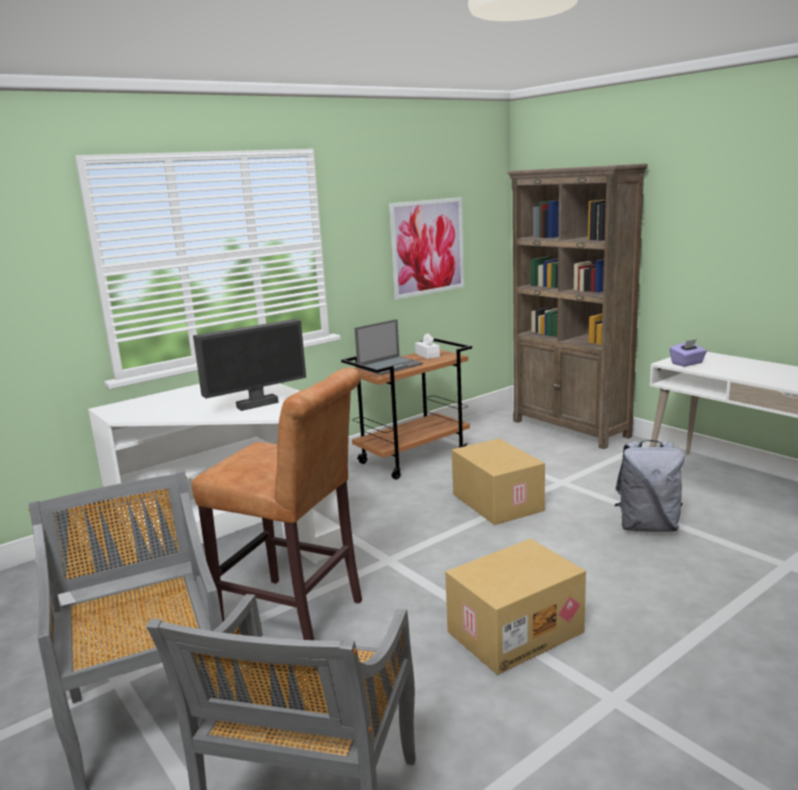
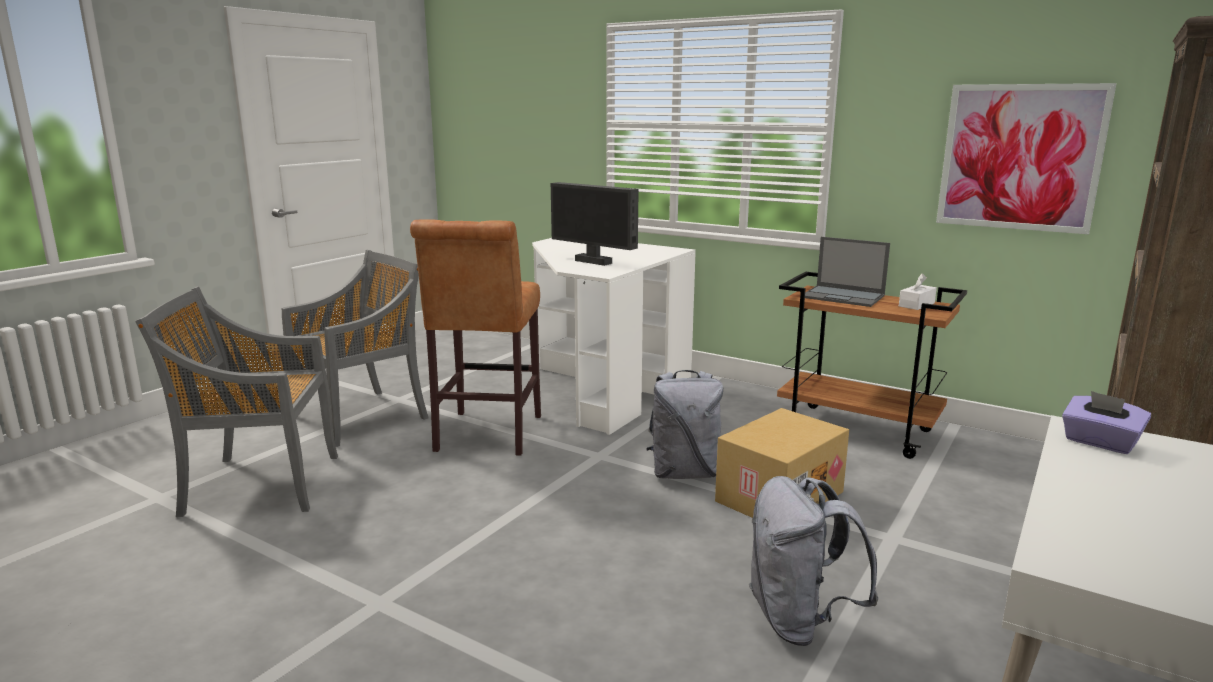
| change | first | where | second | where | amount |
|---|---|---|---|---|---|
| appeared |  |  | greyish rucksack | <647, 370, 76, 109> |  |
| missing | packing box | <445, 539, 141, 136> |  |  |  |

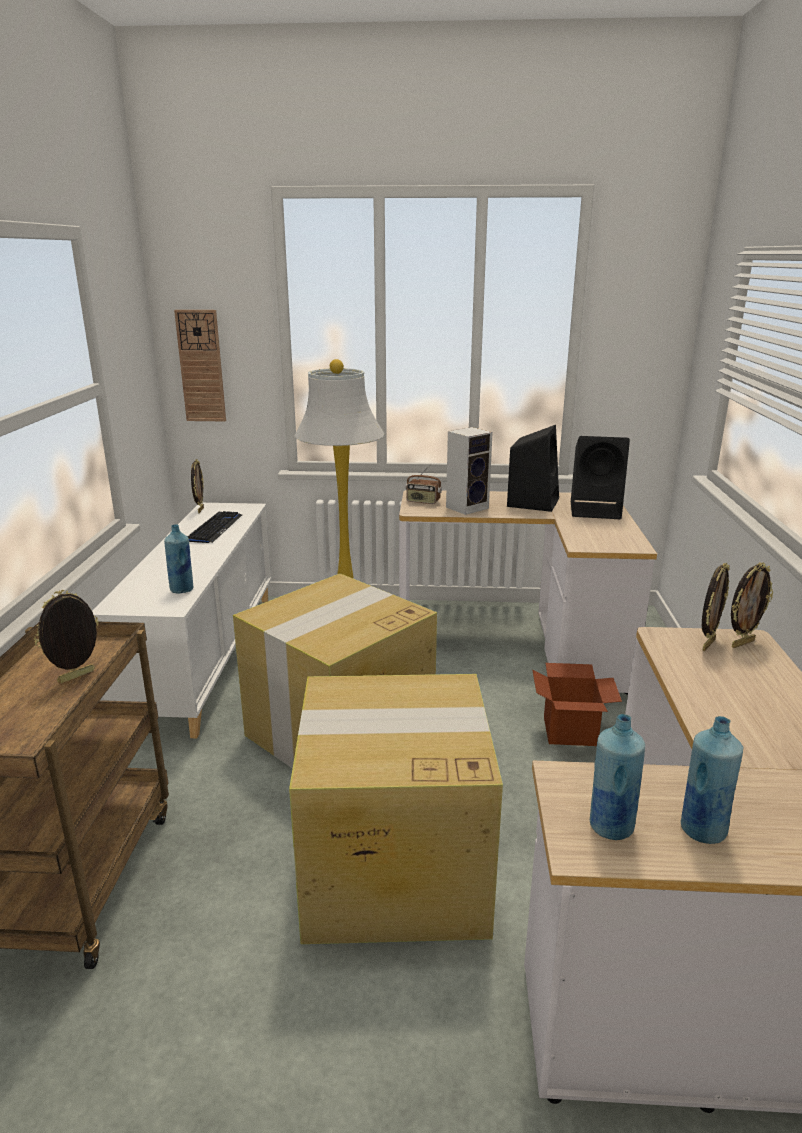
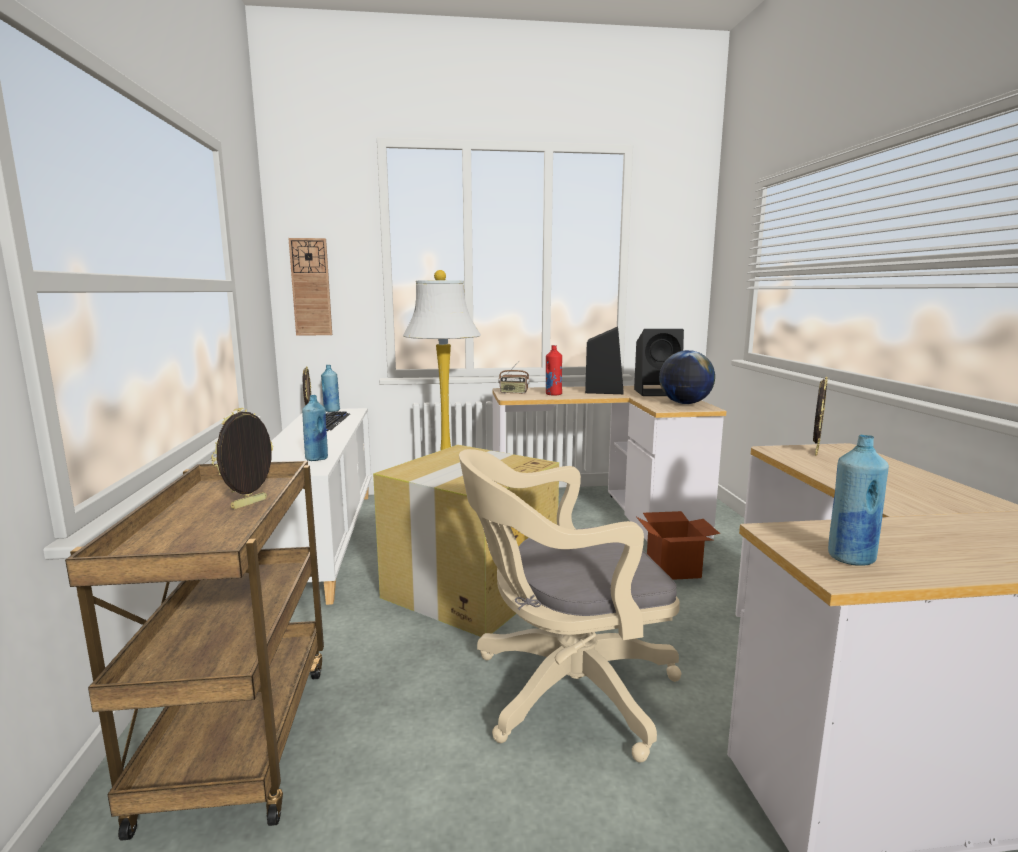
| change | first | where | second | where | amount |
|---|---|---|---|---|---|
| relocated | blue-coloured bottle | <681, 716, 62, 128> |  | <321, 365, 19, 47> |  |
| exchanged | packing box | <289, 674, 214, 270> | beige-coloured desk chair | <459, 449, 222, 313> |  |
| exchanged | loudspeaker | <446, 427, 47, 88> | reddish bottle | <546, 345, 16, 51> |  |
| appeared |  |  | globe | <659, 350, 56, 54> |  |
| missing | standing frame | <731, 562, 42, 86> |  |  |  |

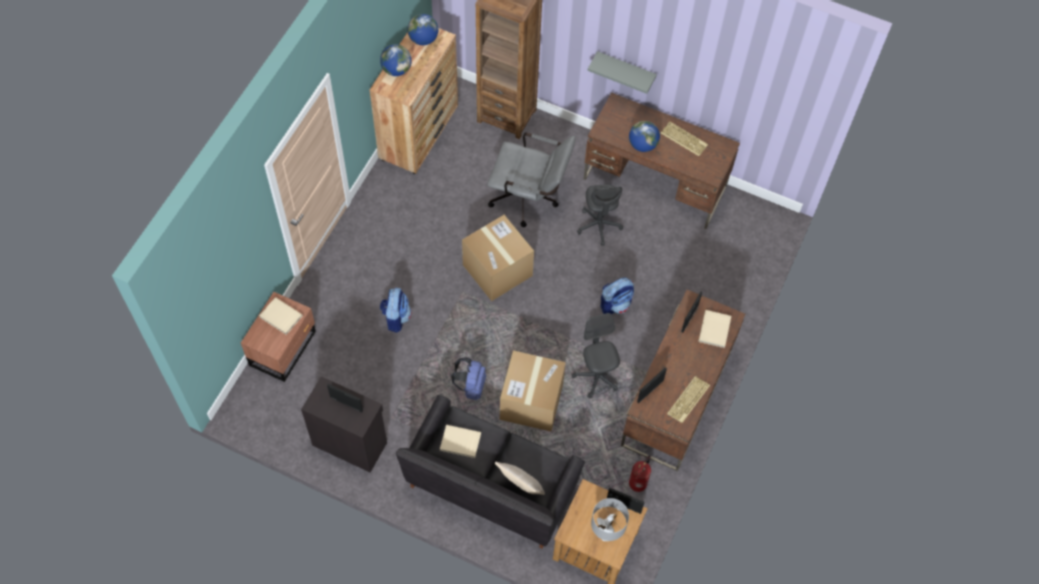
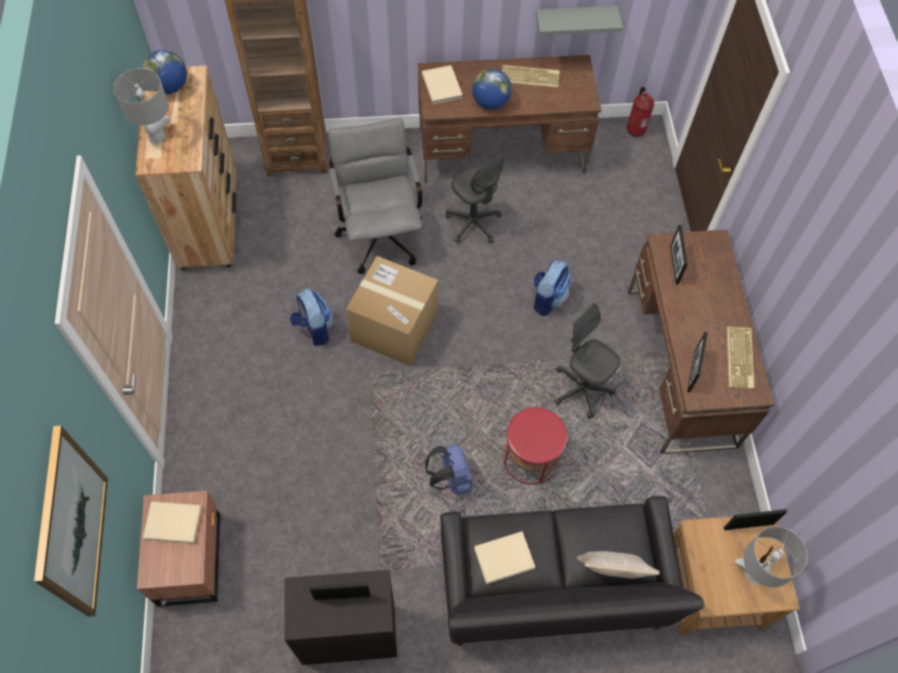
| change | first | where | second | where | amount |
|---|---|---|---|---|---|
| appeared |  |  | wall picture | <34, 426, 74, 191> |  |
| exchanged | globe | <380, 44, 32, 32> | greyish table lamp | <114, 68, 56, 76> |  |
| relocated | rucksack | <380, 288, 32, 45> |  | <290, 288, 44, 58> |  |
| spun | greyish desk chair | <487, 132, 89, 95> |  | <328, 118, 94, 156> | 90 degrees counterclockwise |
| relocated | beige-coloured book | <699, 310, 32, 38> |  | <422, 65, 41, 39> |  |
| exchanged | packing box | <500, 350, 66, 82> | reddish accent table | <503, 407, 64, 78> |  |
| relocated | greyish shelf | <588, 51, 69, 43> |  | <535, 6, 88, 29> |  |
| relocated | fire-fighting cylinder | <629, 455, 22, 37> |  | <627, 87, 27, 50> |  |

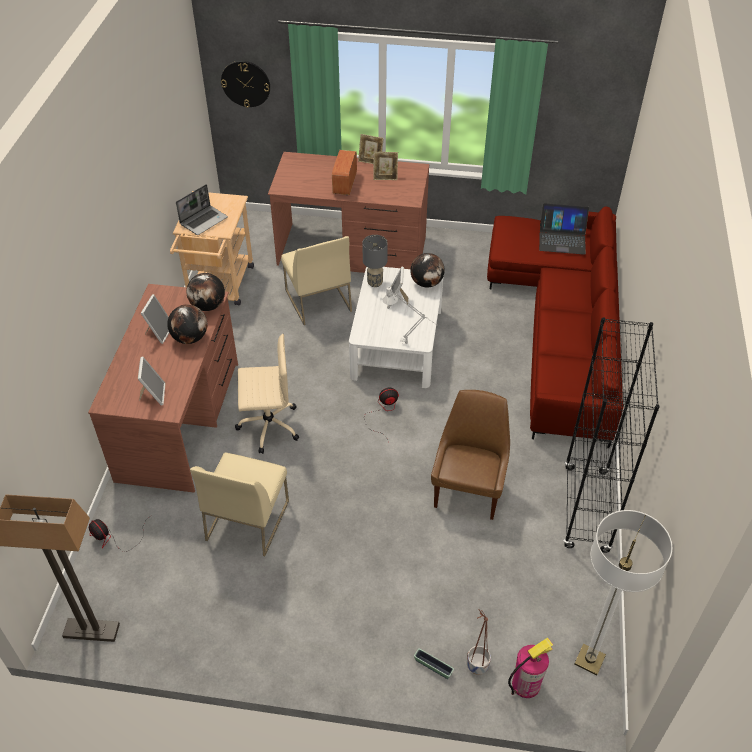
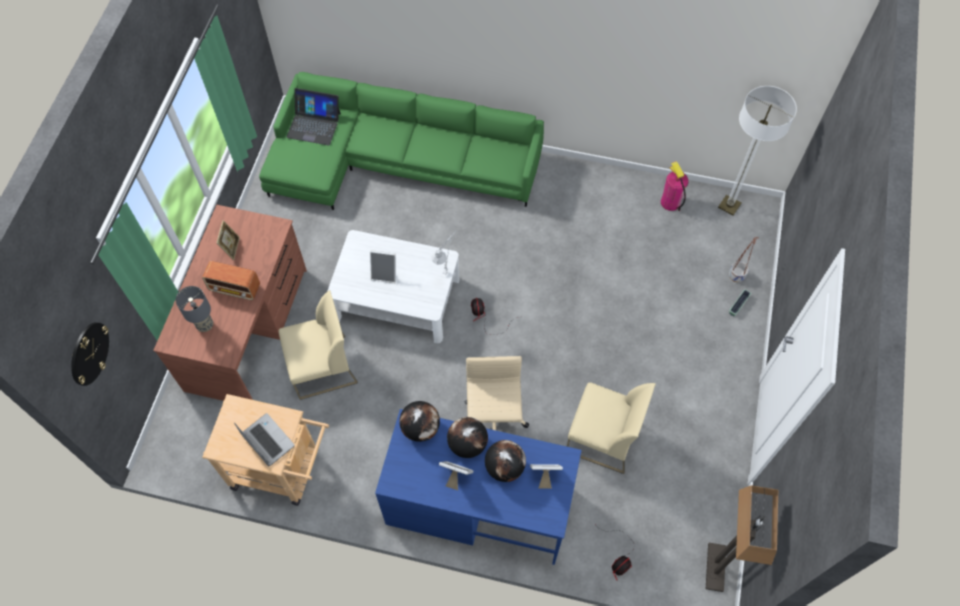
| change | first | where | second | where | amount |
|---|---|---|---|---|---|
| relocated | greyish table lamp | <363, 235, 25, 52> |  | <176, 286, 37, 46> |  |
| colour | reddish sofa | <487, 207, 136, 241> | green-coloured sofa | <259, 72, 285, 138> |  |
| spun | laptop | <539, 203, 50, 52> |  | <286, 88, 55, 57> | 90 degrees clockwise |
| colour | brownish desk table | <88, 284, 150, 209> | blue-coloured desk table | <375, 409, 207, 156> |  |
| relocated | globe | <410, 253, 35, 34> |  | <485, 440, 41, 42> |  |
| relocated | fire-fighting cylinder | <508, 638, 45, 60> |  | <661, 161, 28, 50> |  |
| missing | standing frame | <358, 134, 26, 30> |  |  |  |
| missing | brownish chair | <431, 390, 79, 130> |  |  |  |
| missing | black shelving unit | <564, 317, 96, 236> |  |  |  |

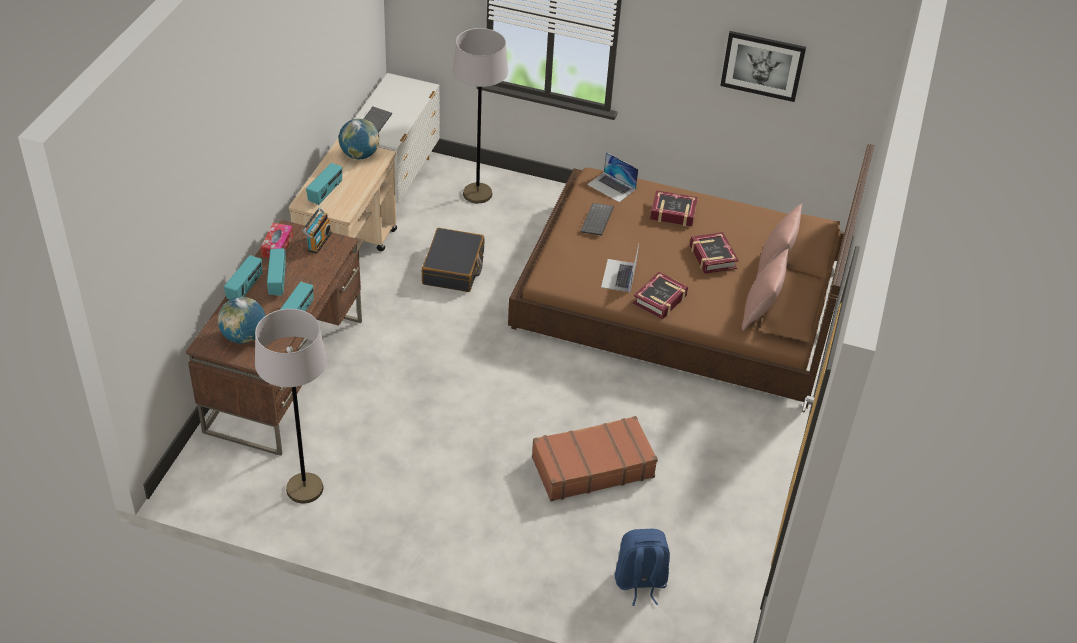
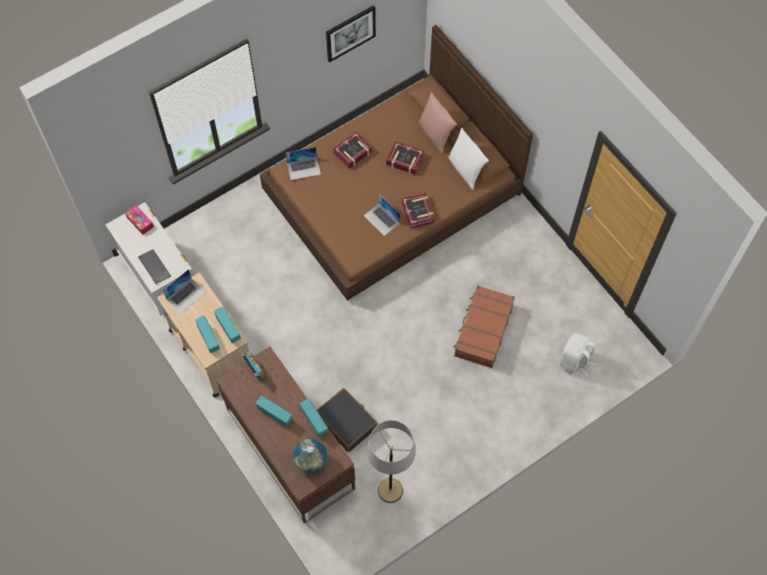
| change | first | where | second | where | amount |
|---|---|---|---|---|---|
| relocated | tissue box | <261, 223, 32, 35> |  | <125, 205, 29, 30> |  |
| exchanged | globe | <339, 119, 40, 40> | laptop | <163, 269, 43, 44> |  |
| relocated | radio receiver | <224, 255, 38, 45> |  | <214, 306, 27, 37> |  |
| relocated | black suitcase | <422, 228, 63, 64> |  | <317, 388, 61, 64> |  |
| colour | pink-coloured pillow | <742, 248, 47, 83> | white pillow | <448, 128, 41, 62> |  |
| colour | blue-coloured rucksack | <615, 529, 55, 77> | white rucksack | <560, 332, 36, 44> |  |
| missing | greyish floor lamp | <452, 28, 56, 176> |  |  |  |
| missing | keyboard | <580, 203, 34, 32> |  |  |  |

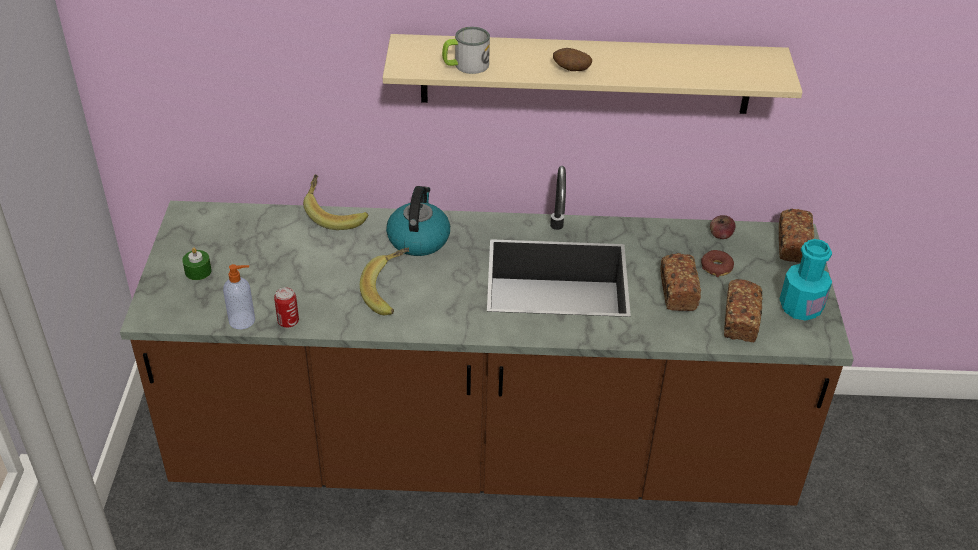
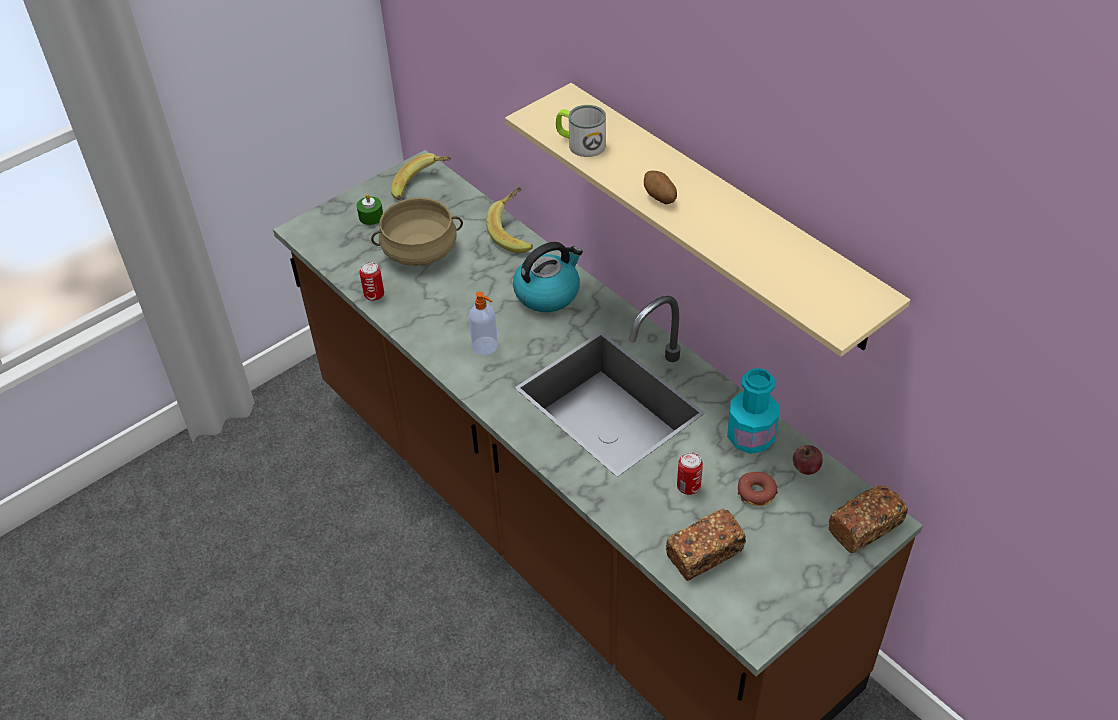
| change | first | where | second | where | amount |
|---|---|---|---|---|---|
| appeared |  |  | beige-coloured stockpot | <371, 197, 92, 69> |  |
| relocated | banana fruit | <360, 248, 50, 67> |  | <391, 153, 60, 47> |  |
| relocated | soap bottle | <223, 264, 32, 65> |  | <469, 291, 29, 64> |  |
| exchanged | bakery bread | <660, 253, 41, 58> | can | <677, 452, 26, 43> |  |
| relocated | turquoise-coloured bottle | <779, 239, 53, 82> |  | <727, 368, 52, 86> |  |

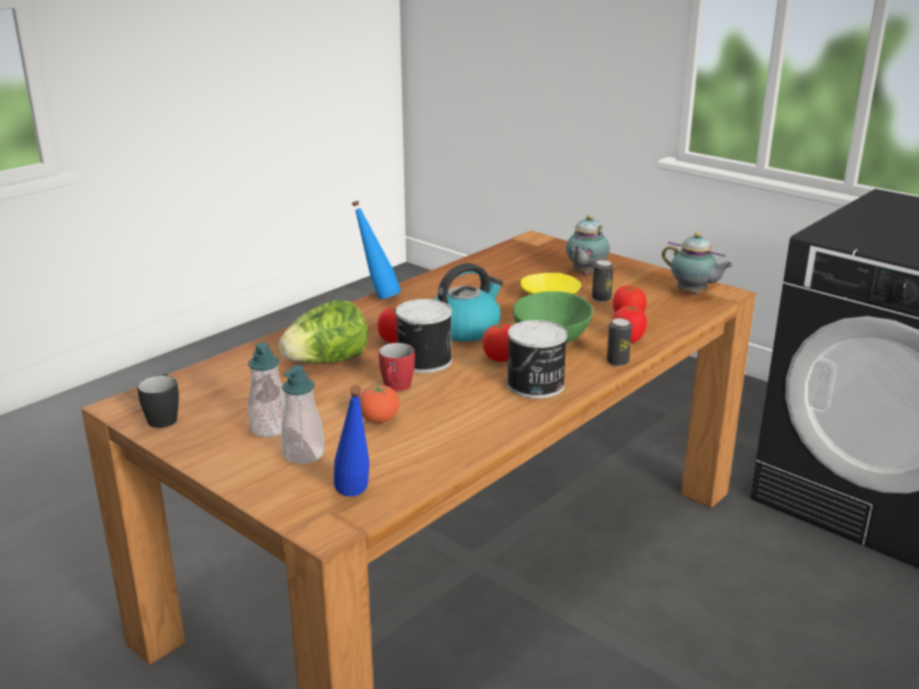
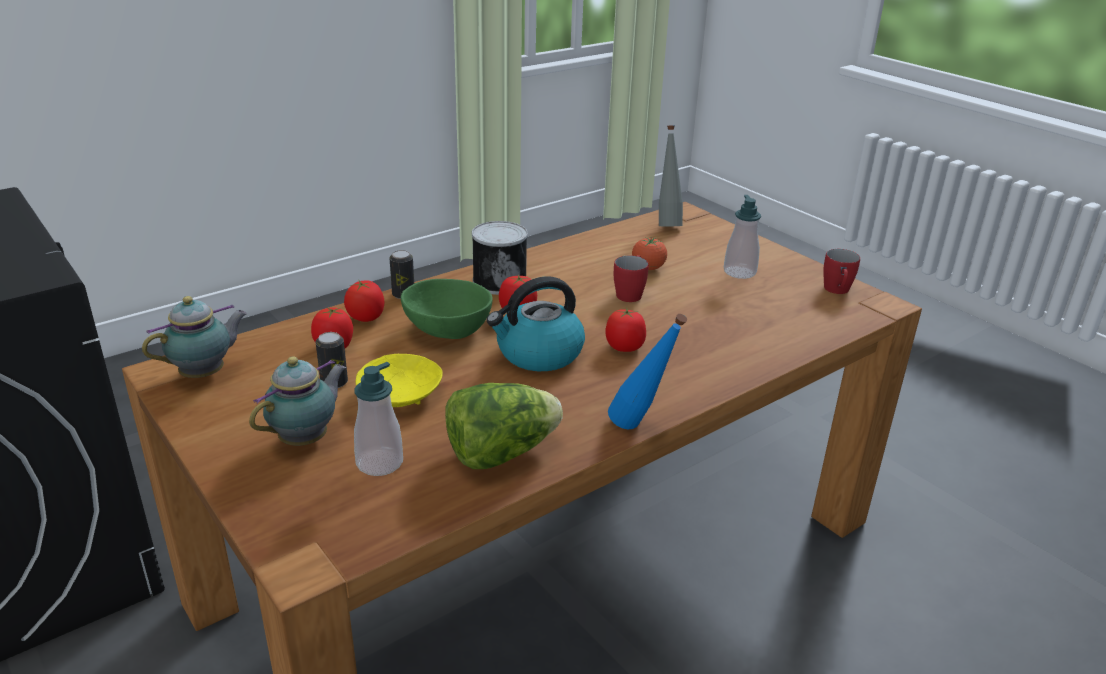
| change | first | where | second | where | amount |
|---|---|---|---|---|---|
| spun | tea pot | <662, 232, 71, 62> |  | <142, 296, 105, 82> | 90 degrees clockwise |
| relocated | soap bottle | <281, 365, 44, 99> |  | <354, 362, 49, 114> |  |
| relocated | lettuce | <279, 299, 89, 64> |  | <445, 383, 118, 86> |  |
| colour | blue-coloured bottle | <334, 385, 35, 111> | greyish bottle | <659, 125, 24, 101> |  |
| colour | black coffee mug | <138, 374, 41, 54> | reddish coffee mug | <823, 249, 37, 45> |  |
| missing | can | <396, 299, 56, 74> |  |  |  |

